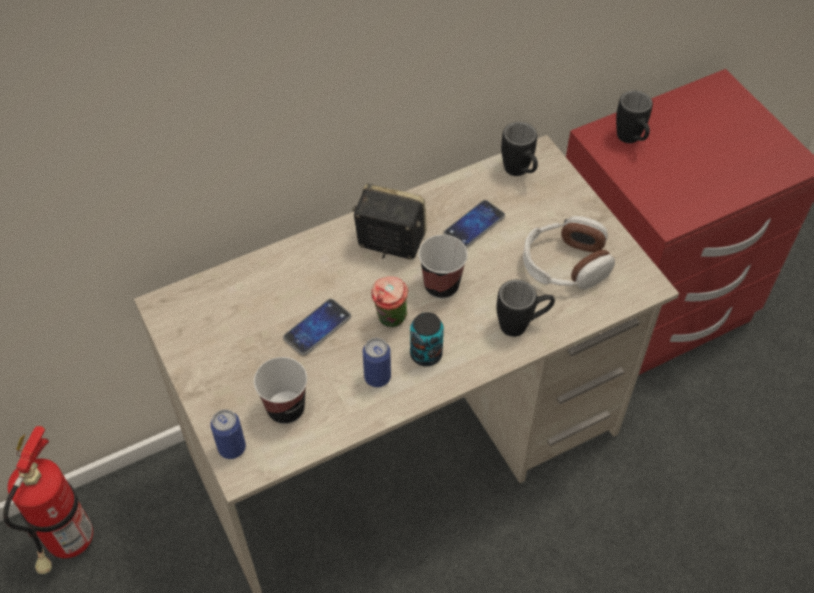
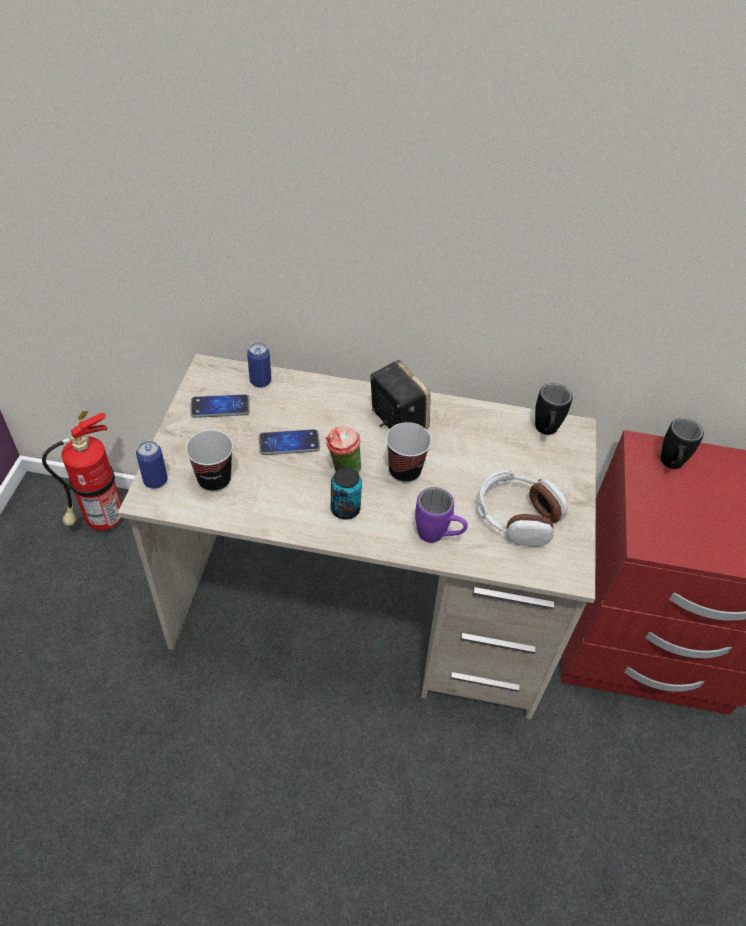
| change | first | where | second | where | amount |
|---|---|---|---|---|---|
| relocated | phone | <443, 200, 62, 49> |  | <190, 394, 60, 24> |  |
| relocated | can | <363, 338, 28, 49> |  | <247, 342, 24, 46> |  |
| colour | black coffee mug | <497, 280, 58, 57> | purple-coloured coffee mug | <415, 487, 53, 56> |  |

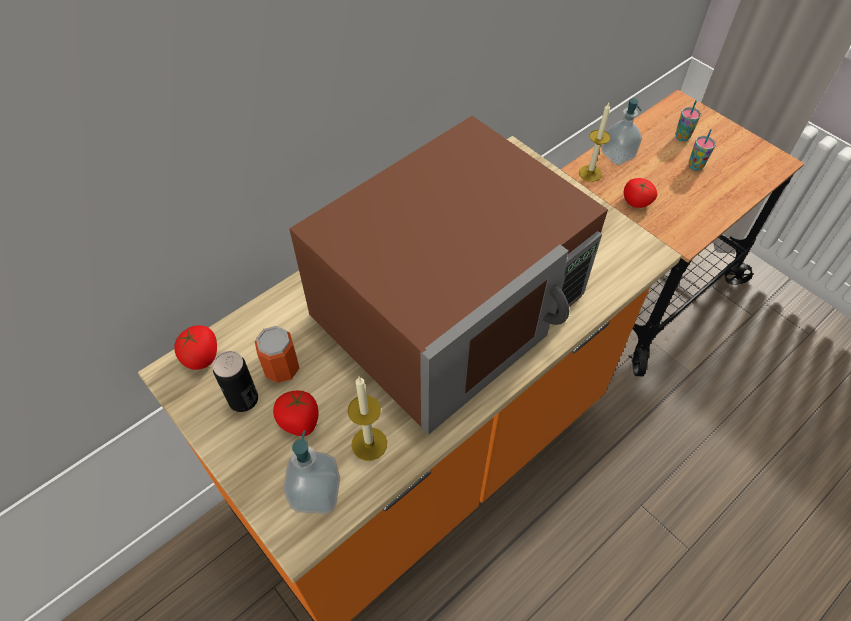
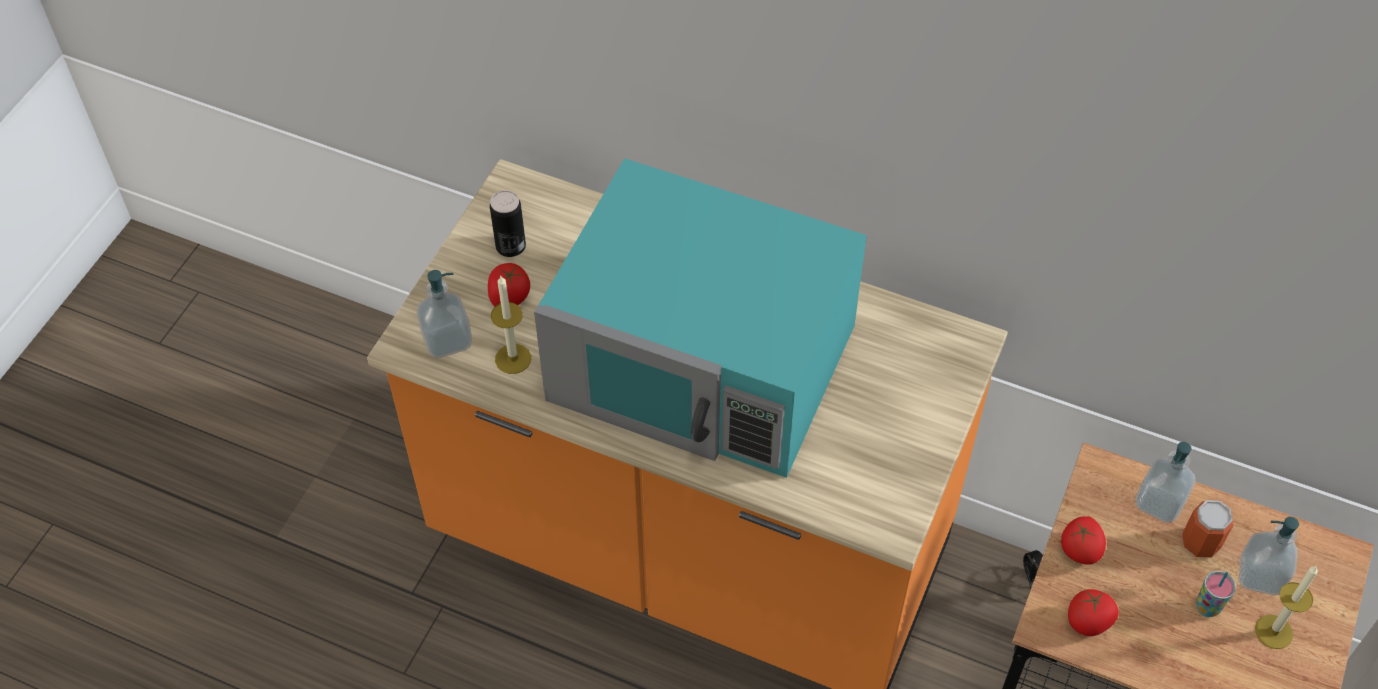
| change | first | where | second | where | amount |
|---|---|---|---|---|---|
| colour | brownish kitchen microwave | <289, 116, 319, 319> | turquoise-coloured kitchen microwave | <534, 158, 333, 320> |  |
| relocated | fresh tomato | <174, 325, 43, 45> |  | <1068, 589, 51, 47> |  |
| relocated | can | <255, 326, 45, 57> |  | <1182, 500, 52, 57> |  |
| exchanged | small cup | <675, 100, 26, 41> | soap bottle | <1239, 517, 60, 79> |  |
| relocated | wax light | <579, 103, 31, 79> |  | <1255, 565, 63, 84> |  |

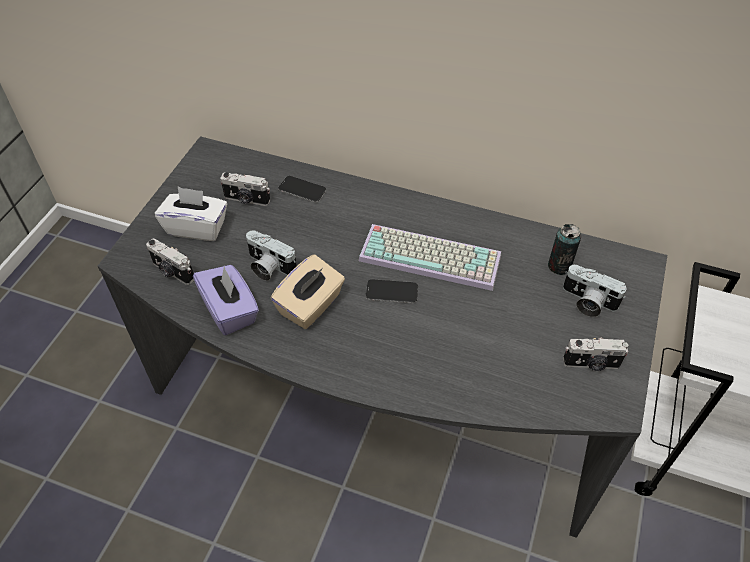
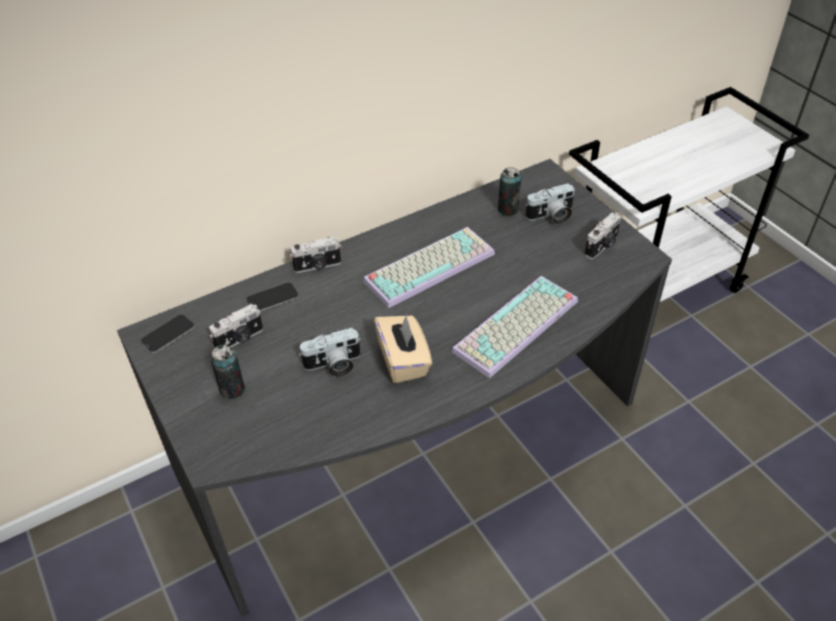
| change | first | where | second | where | amount |
|---|---|---|---|---|---|
| relocated | phone | <365, 279, 53, 24> |  | <141, 315, 54, 38> |  |
| exchanged | white tissue box | <155, 186, 72, 55> | can | <211, 344, 34, 55> |  |
| relocated | photo camera | <146, 238, 48, 47> |  | <290, 236, 51, 37> |  |
| appeared |  |  | keyboard | <451, 276, 127, 102> |  |
| missing | purple-coloured tissue box | <193, 265, 66, 70> |  |  |  |

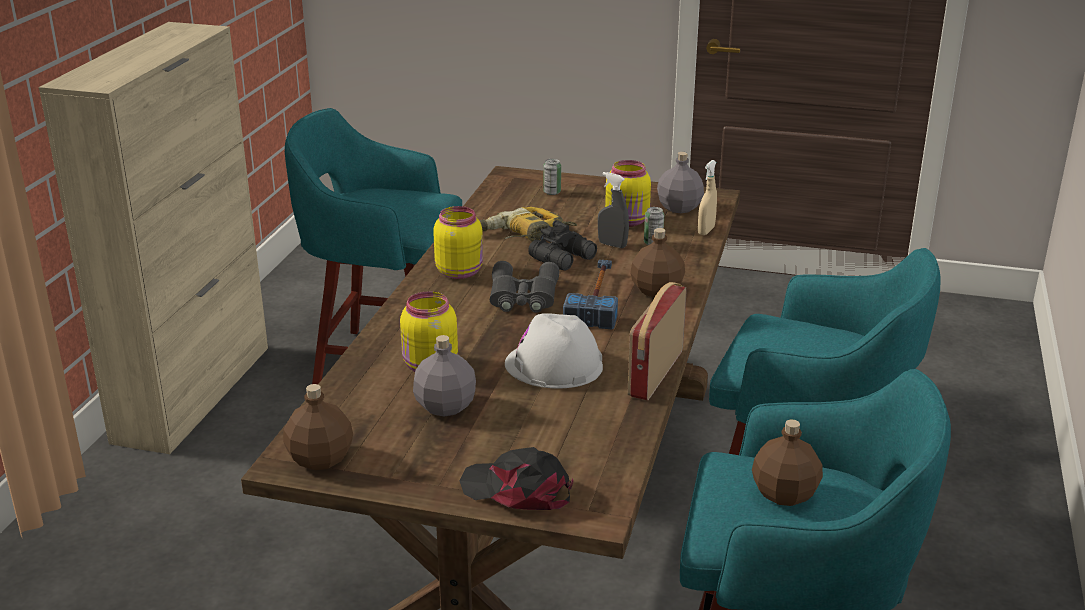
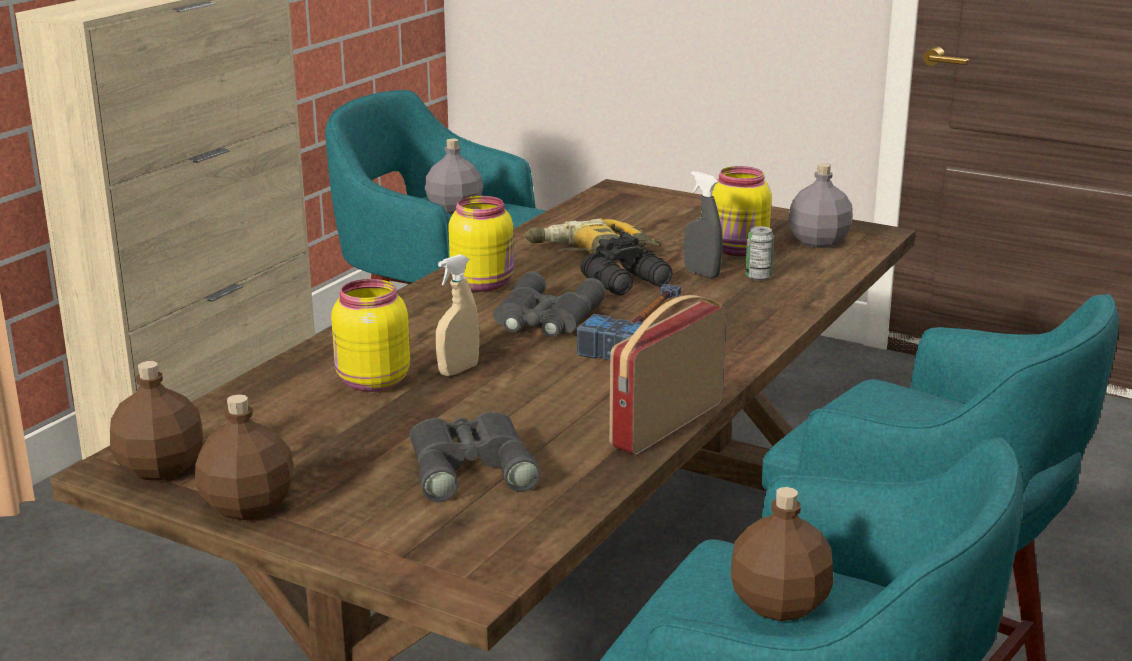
| change | first | where | second | where | amount |
|---|---|---|---|---|---|
| relocated | brownish bottle | <630, 228, 55, 70> |  | <195, 394, 99, 126> |  |
| appeared |  |  | greyish pair of binoculars | <410, 412, 131, 90> |  |
| relocated | greyish bottle | <413, 335, 63, 82> |  | <425, 139, 58, 75> |  |
| relocated | beige-coloured spray bottle | <698, 160, 19, 75> |  | <436, 254, 43, 122> |  |
| missing | black peaked cap | <459, 447, 114, 63> |  |  |  |
| missing | white safety helmet | <505, 313, 98, 75> |  |  |  |
| missing | can | <543, 159, 18, 36> |  |  |  |

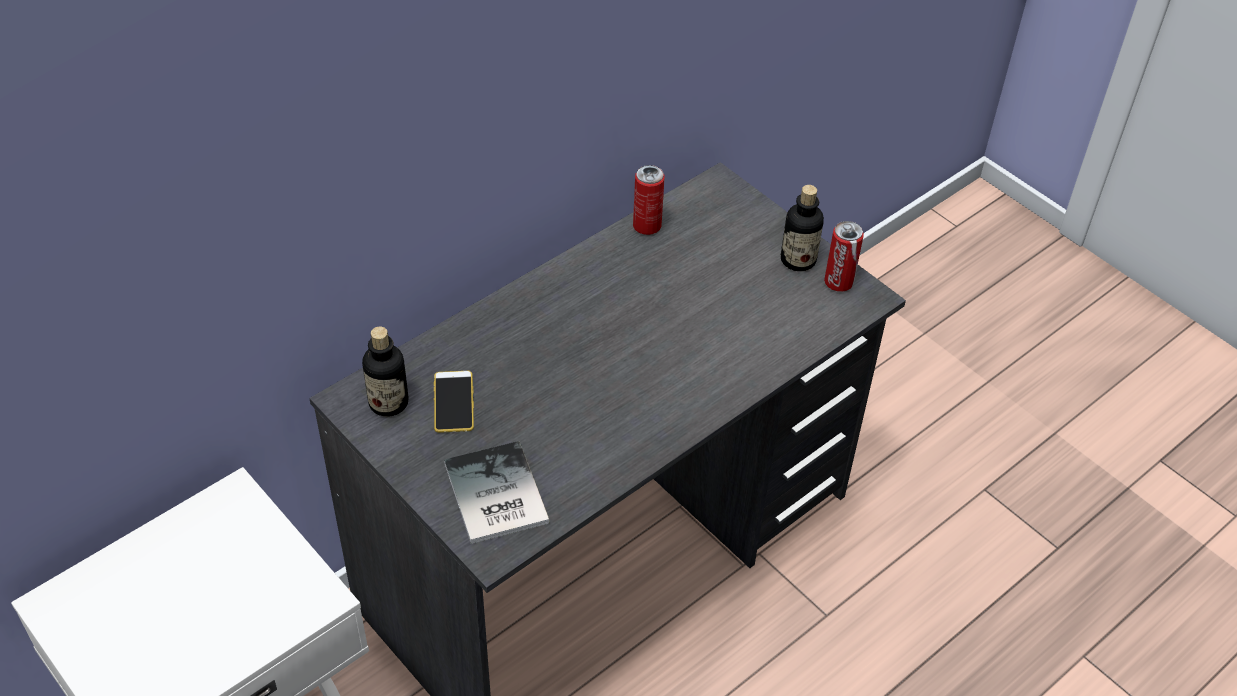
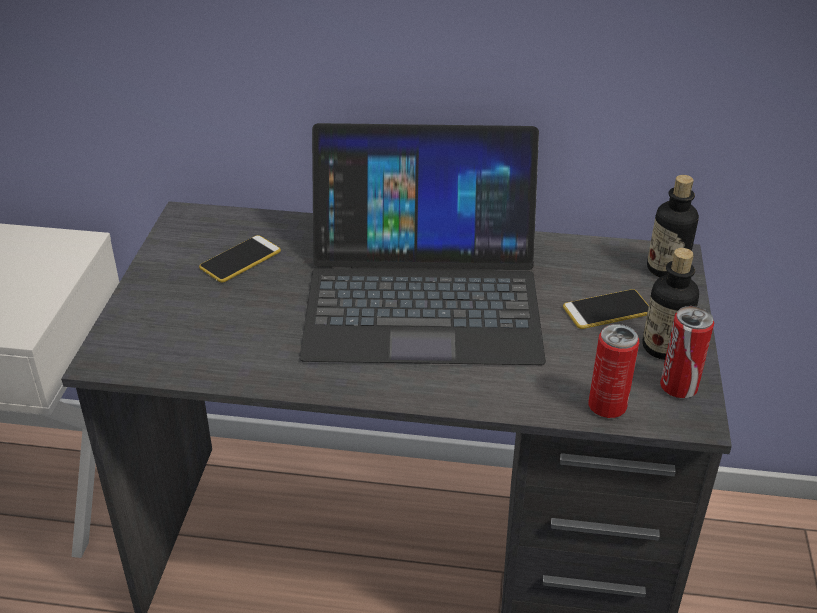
| change | first | where | second | where | amount |
|---|---|---|---|---|---|
| appeared |  |  | laptop | <299, 123, 247, 242> |  |
| appeared |  |  | phone | <563, 289, 86, 40> |  |
| relocated | can | <633, 165, 32, 70> |  | <589, 324, 50, 94> |  |
| relocated | bottle | <362, 327, 47, 90> |  | <647, 175, 52, 102> |  |
| missing | book | <444, 441, 106, 103> |  |  |  |

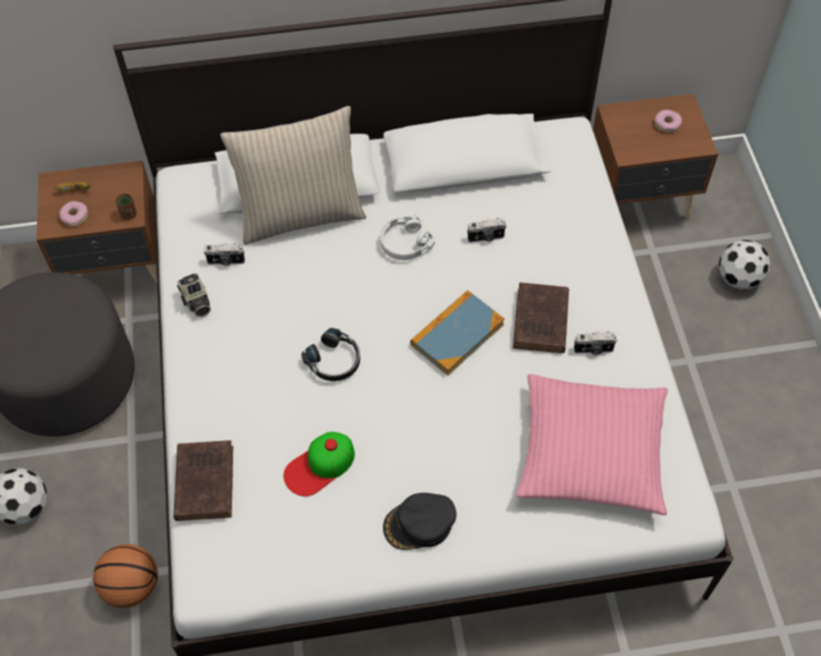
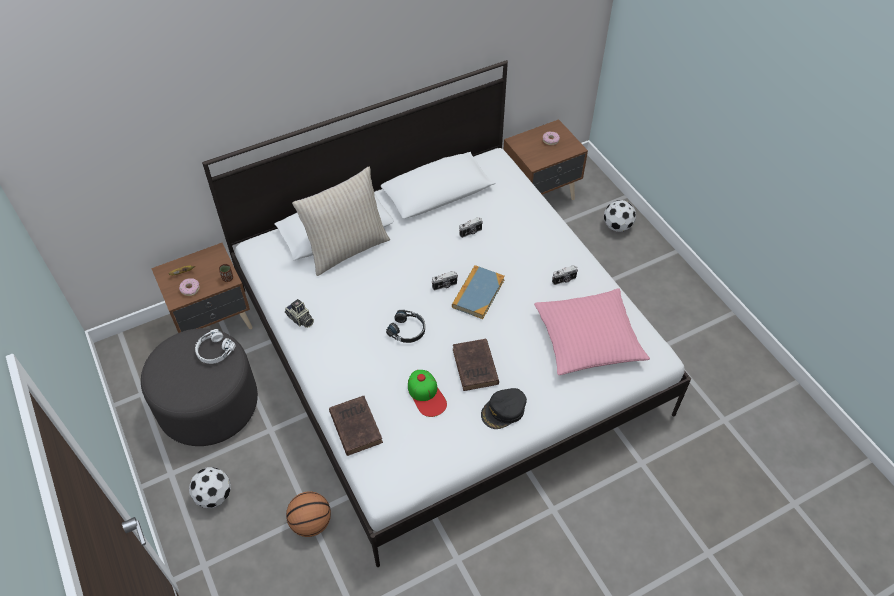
| change | first | where | second | where | amount |
|---|---|---|---|---|---|
| relocated | white headset | <380, 214, 55, 46> |  | <195, 329, 41, 35> |  |
| spun | peaked cap | <284, 432, 71, 64> |  | <408, 370, 39, 47> | 60 degrees counterclockwise |
| relocated | photo camera | <204, 243, 41, 23> |  | <432, 271, 26, 19> |  |
| relocated | brownish book | <513, 283, 56, 70> |  | <453, 339, 46, 52> |  |

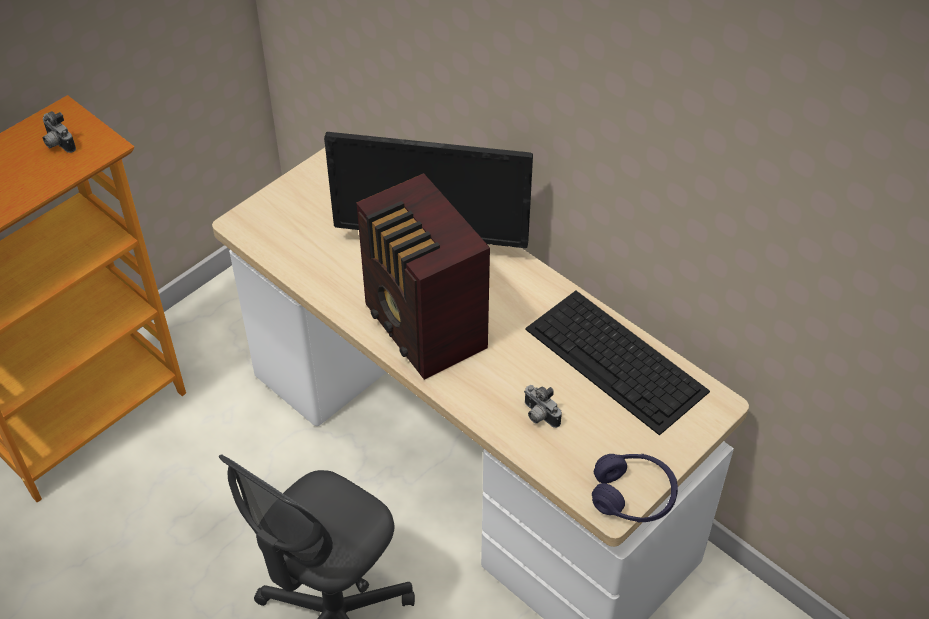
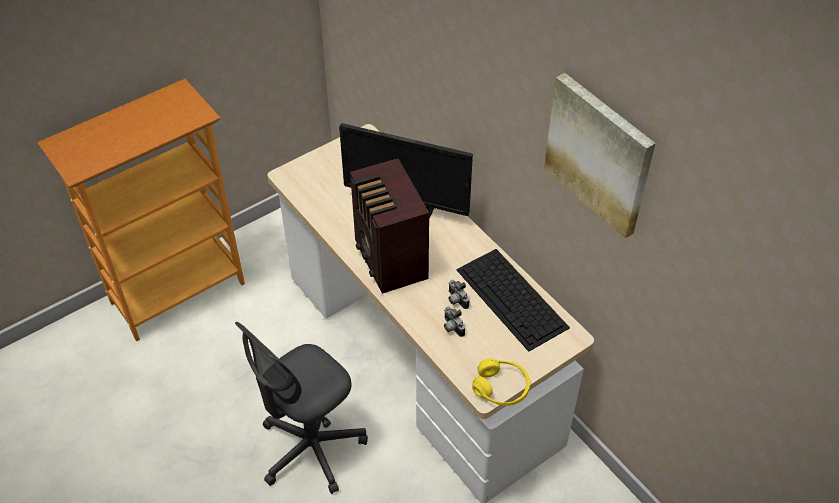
| change | first | where | second | where | amount |
|---|---|---|---|---|---|
| relocated | photo camera | <43, 111, 33, 42> |  | <448, 279, 22, 30> |  |
| colour | purple-coloured headset | <592, 454, 86, 69> | yellow headset | <472, 358, 58, 48> |  |
| appeared |  |  | wall picture | <544, 73, 112, 166> |  |

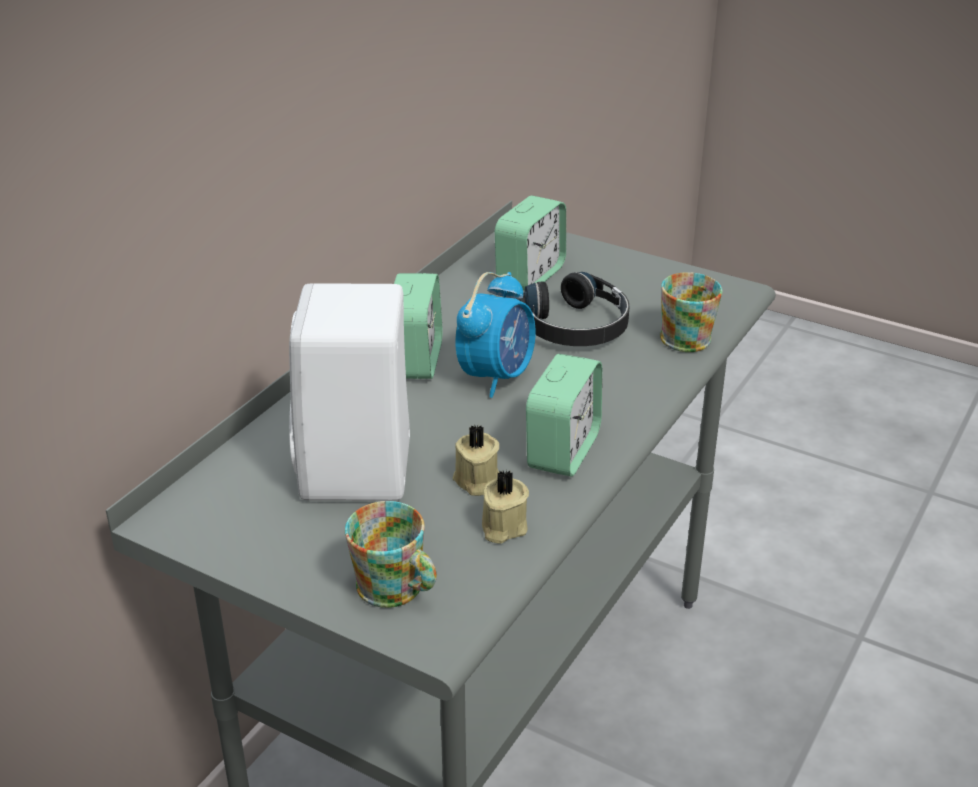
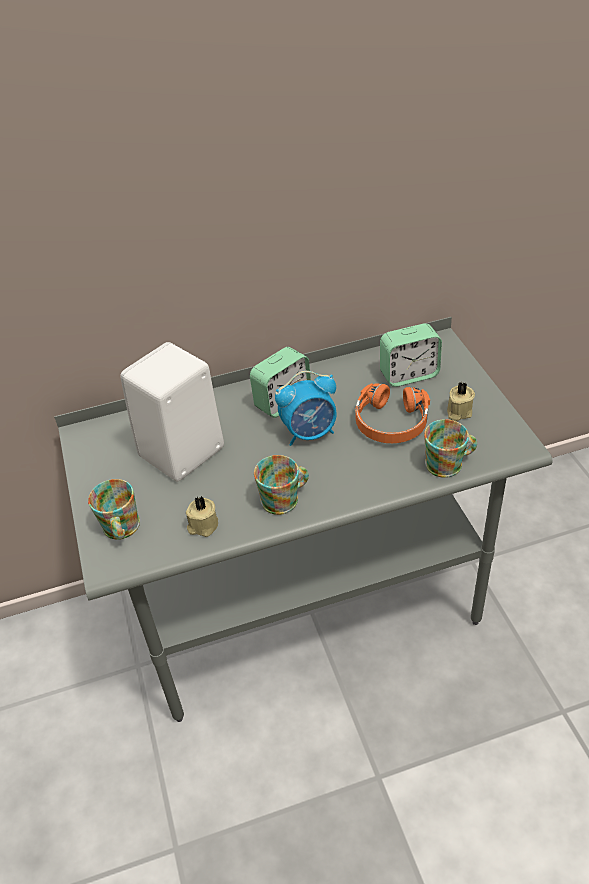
| change | first | where | second | where | amount |
|---|---|---|---|---|---|
| exchanged | table clock | <526, 354, 76, 123> | coffee mug | <254, 455, 55, 60> |  |
| colour | black headset | <514, 272, 116, 74> | orangey headset | <355, 383, 75, 60> |  |
| relocated | beige-coloured wax light | <453, 424, 46, 72> |  | <447, 382, 28, 39> |  |

